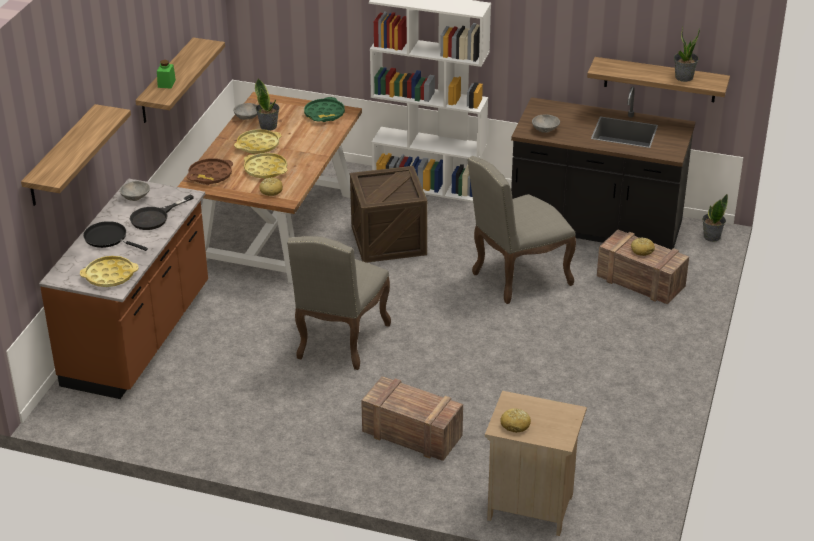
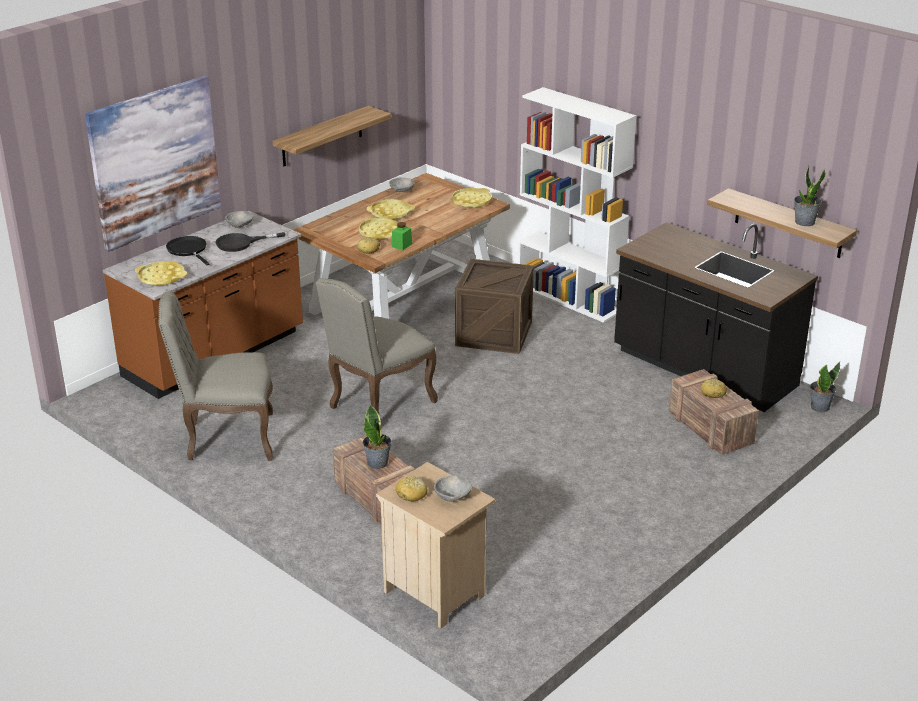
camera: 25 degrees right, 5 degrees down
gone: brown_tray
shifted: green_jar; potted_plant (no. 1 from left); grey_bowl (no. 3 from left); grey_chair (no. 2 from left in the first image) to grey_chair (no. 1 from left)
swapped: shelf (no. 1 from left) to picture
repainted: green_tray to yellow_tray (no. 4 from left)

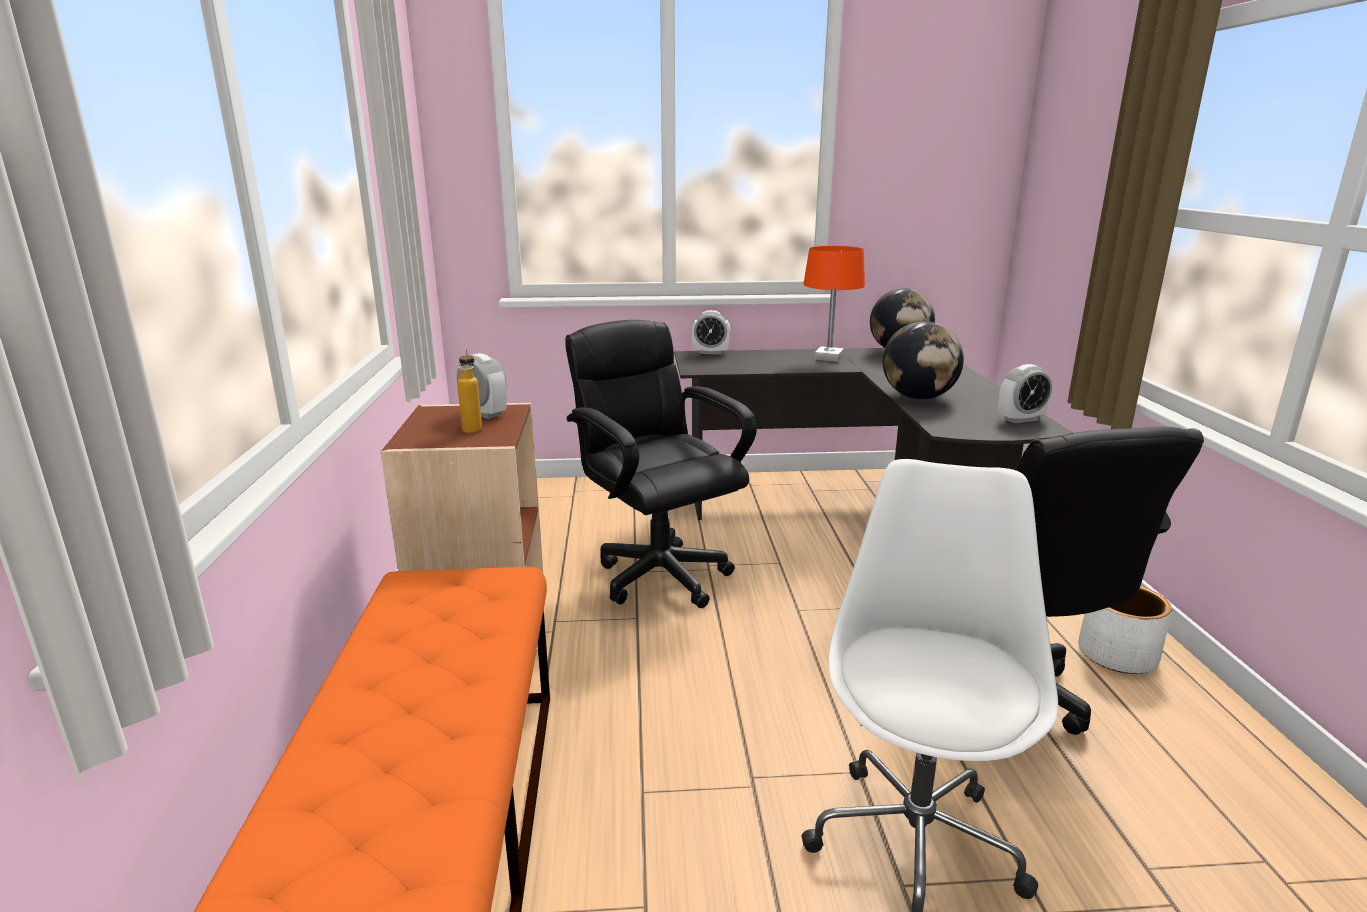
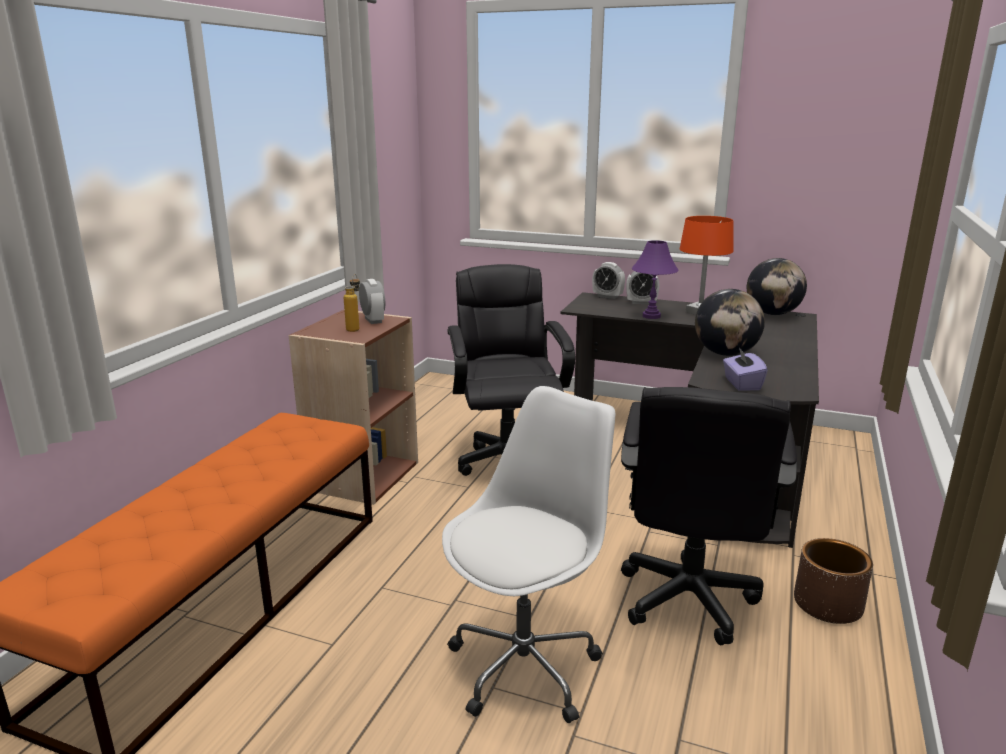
camera: 25 degrees right, 0 degrees up
new: purple_table_lamp; purple_tissue_box
shifted: alarm_clock (no. 3 from left)
repainted: white_planter to brown_planter

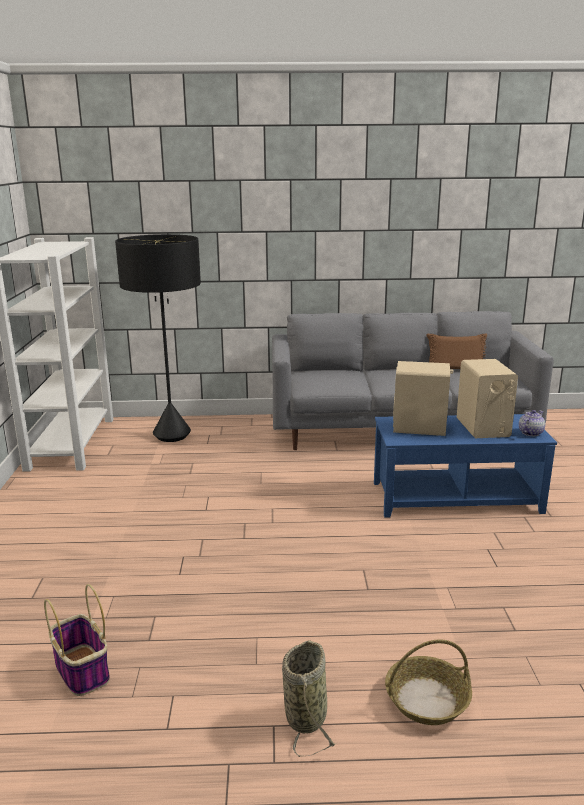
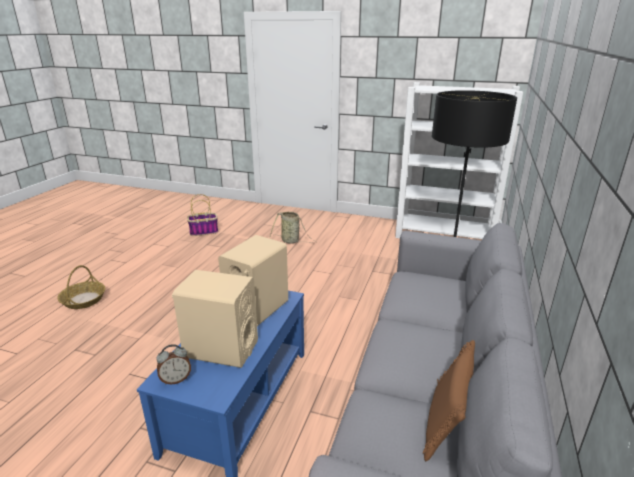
camera: 110 degrees right, 5 degrees up
shifted: basket (no. 2 from left in the first image) to basket (no. 3 from left)
swapped: teapot to alarm_clock

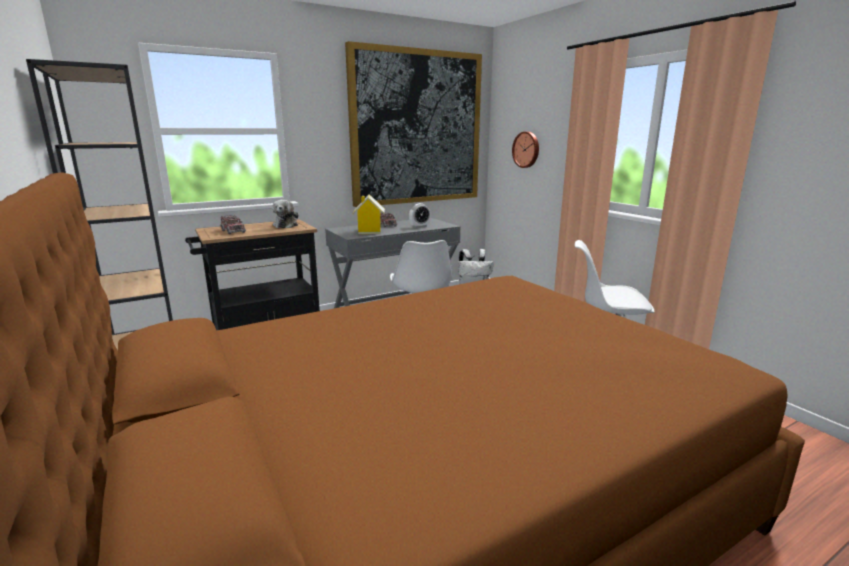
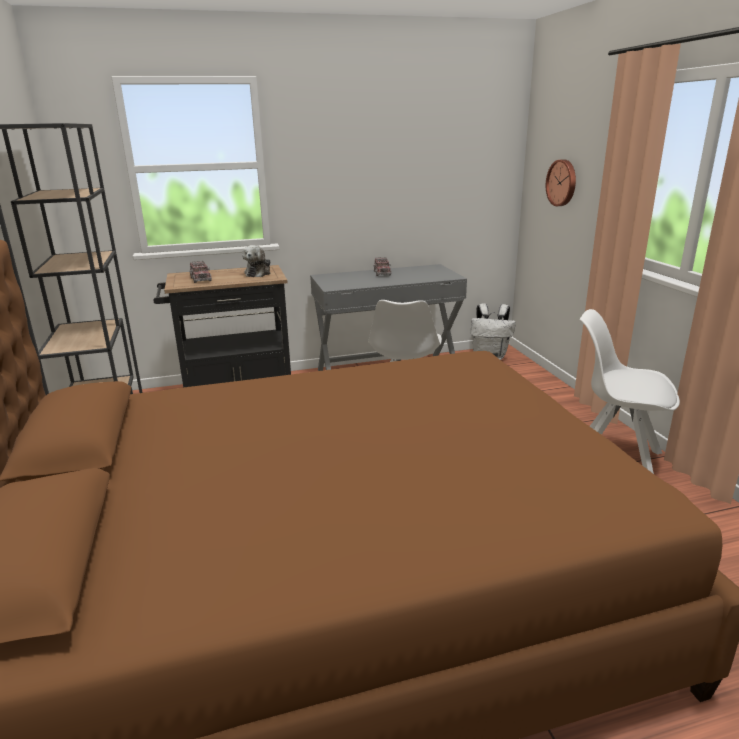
camera: 15 degrees right, 5 degrees up
gone: picture; toy_house; alarm_clock

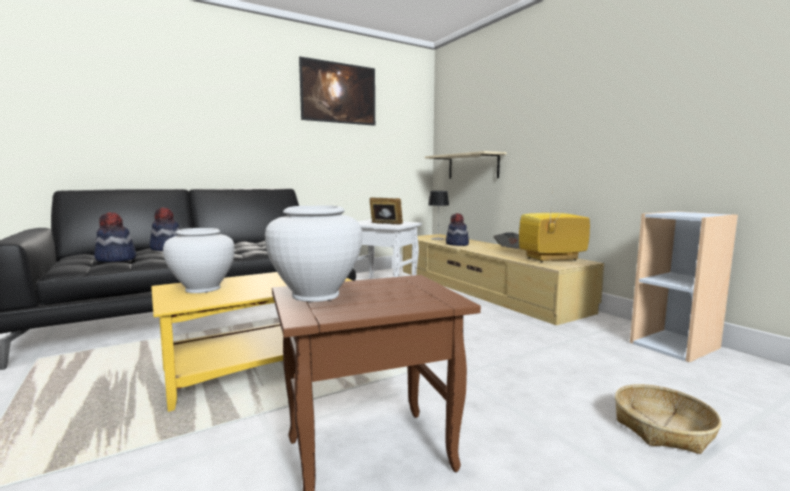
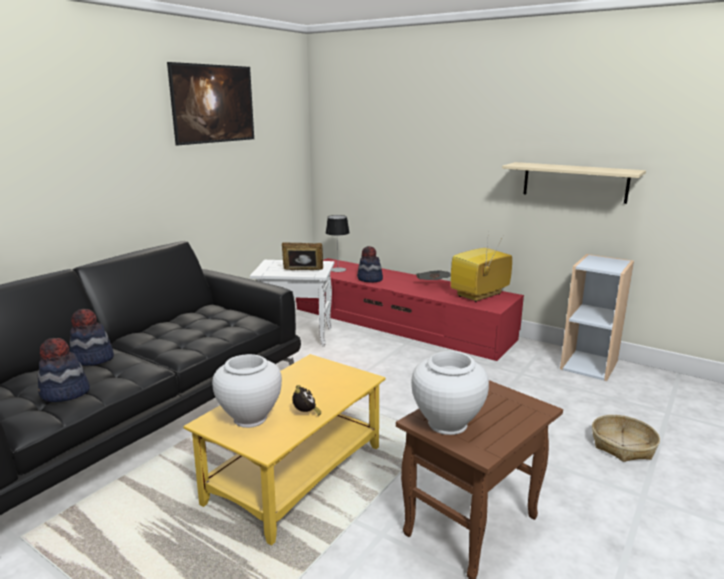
camera: 25 degrees left, 10 degrees up
new: alarm_clock
shifted: beige_shelf
repainted: beige_tv_stand to red_tv_stand

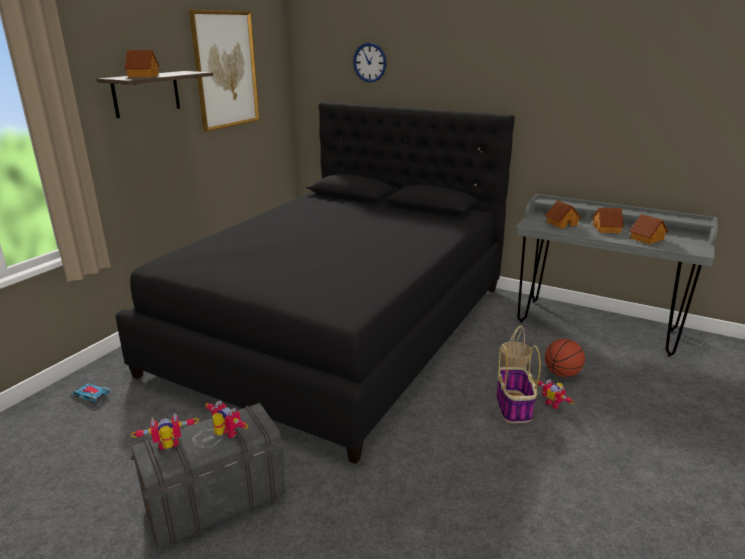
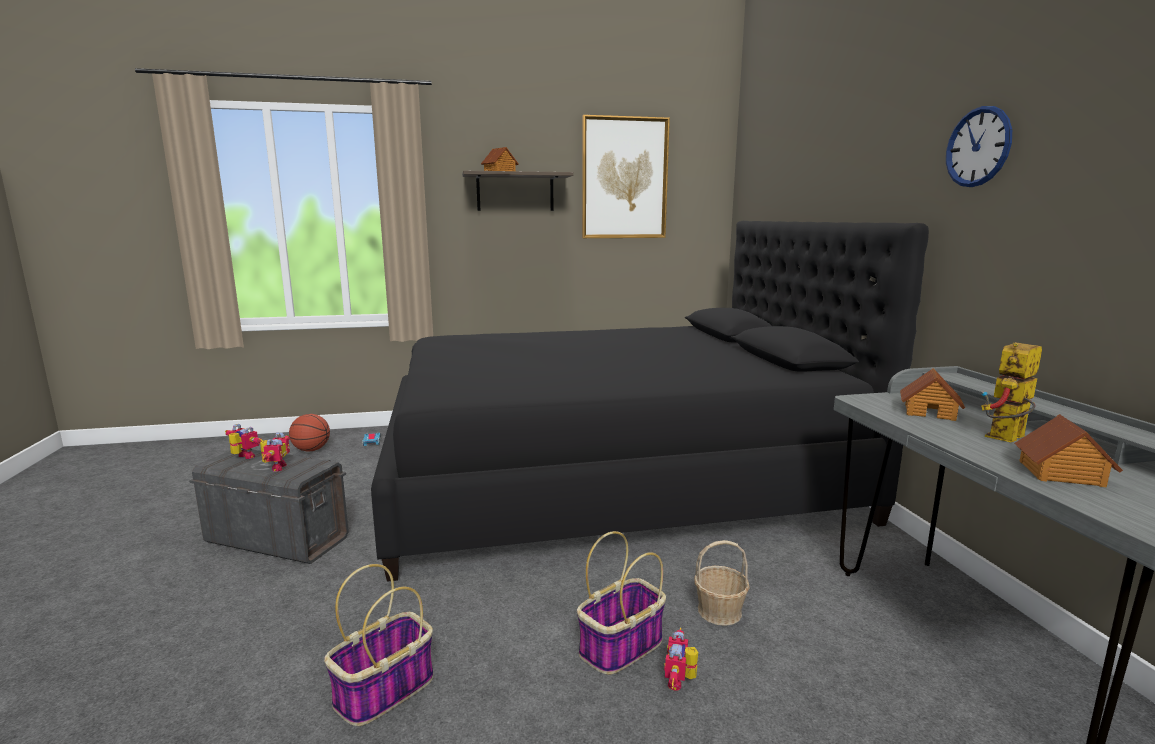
camera: 50 degrees right, 10 degrees down
new: basket (no. 1 from left)
shifted: wall_clock; basketball
swapped: toy_house (no. 3 from left) to toy_robot (no. 4 from left)

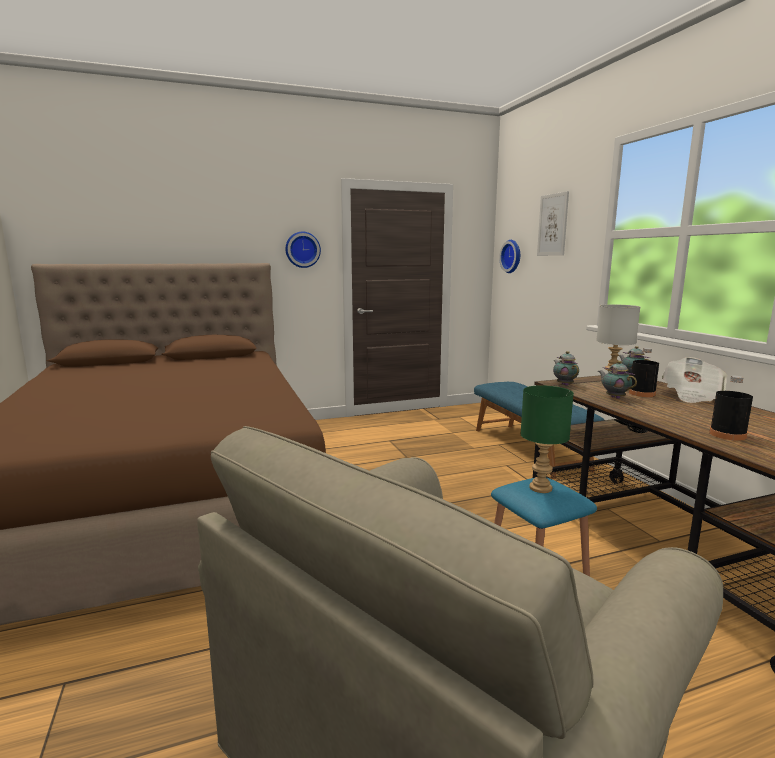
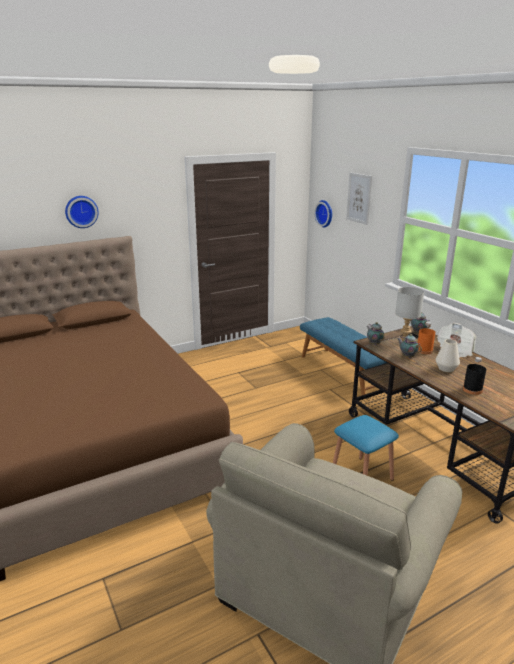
camera: 10 degrees left, 10 degrees up
gone: green_table_lamp
new: white_vase
shifted: wall_clock (no. 1 from left)
repainted: black_bottle (no. 1 from left) to orange_bottle

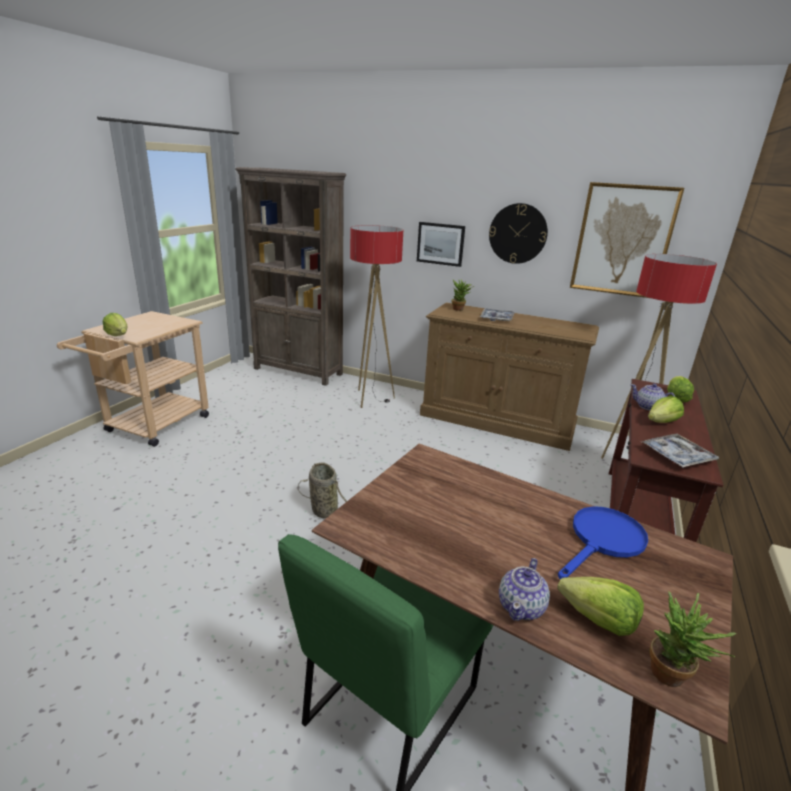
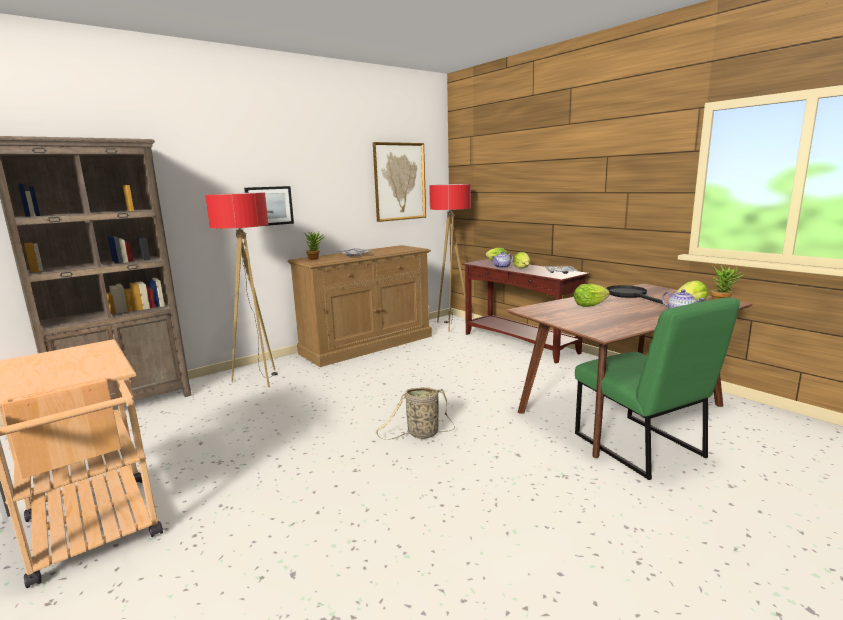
camera: 60 degrees left, 10 degrees down
gone: wall_clock
shifted: lettuce (no. 1 from left in the first image) to lettuce (no. 3 from left)
repainted: blue_frying_pan to black_frying_pan

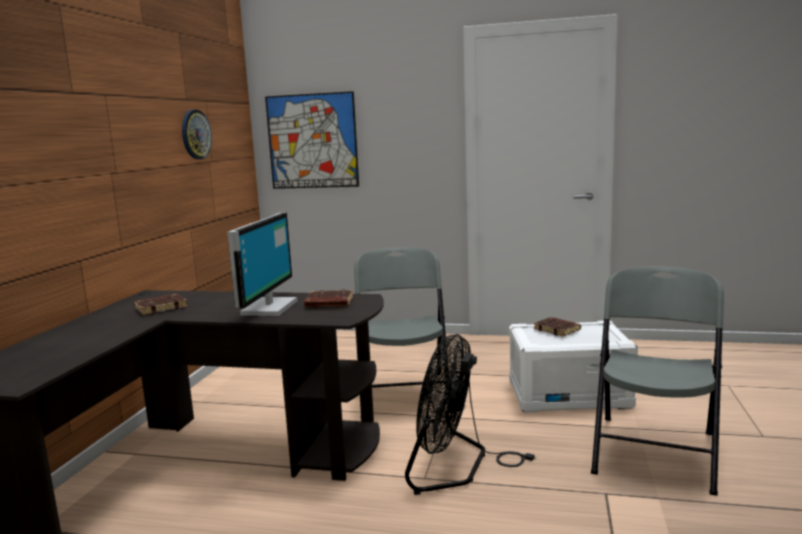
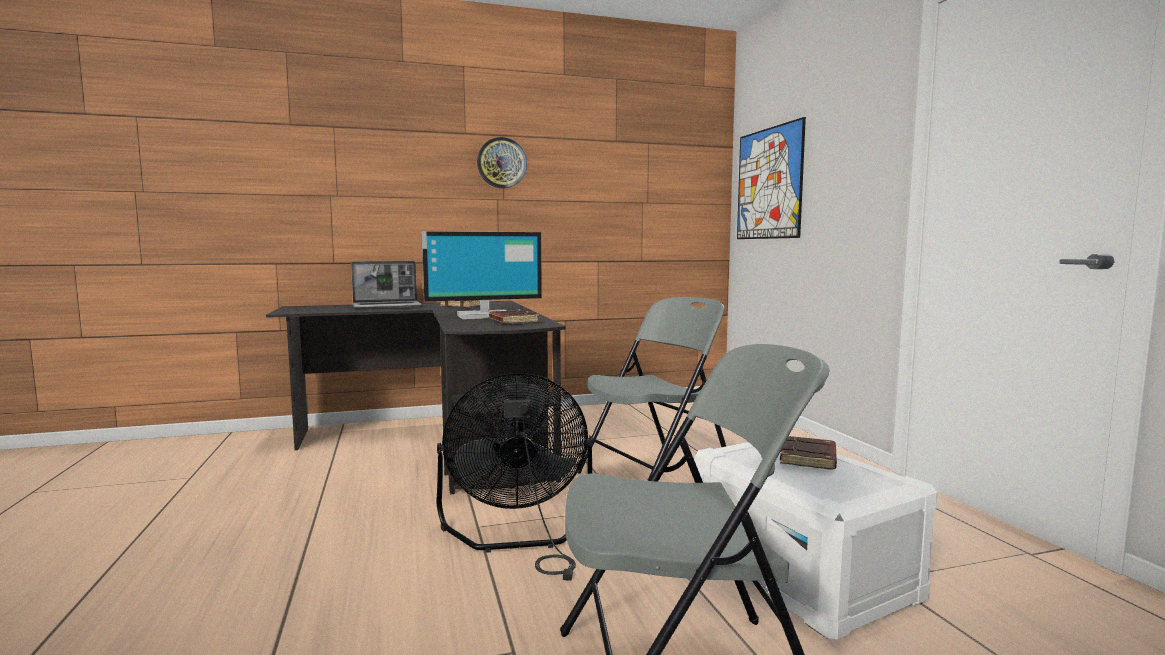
camera: 60 degrees right, 5 degrees down
new: laptop
shifted: wall_clock

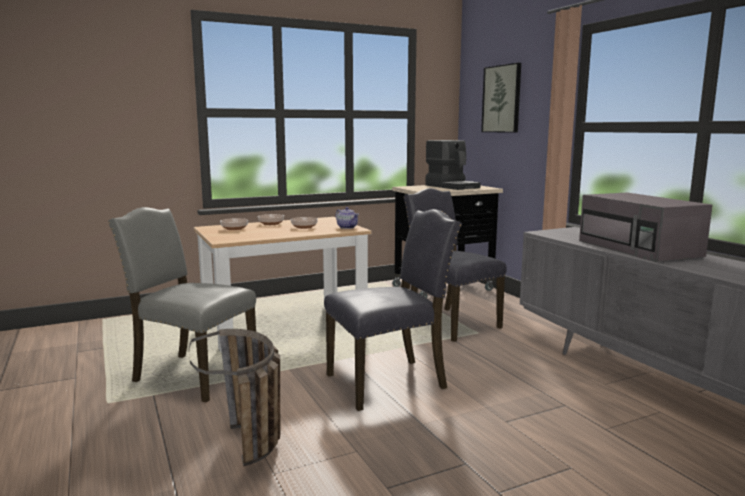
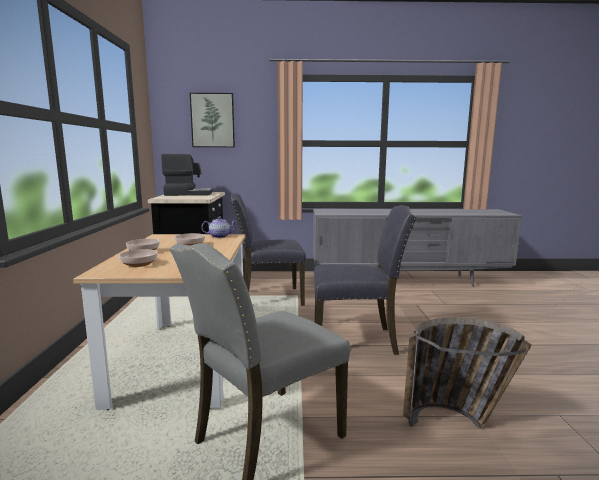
camera: 65 degrees left, 0 degrees up
gone: grey_microwave
rotated: grey_chair (no. 2 from left in the first image) 90 degrees clockwise

